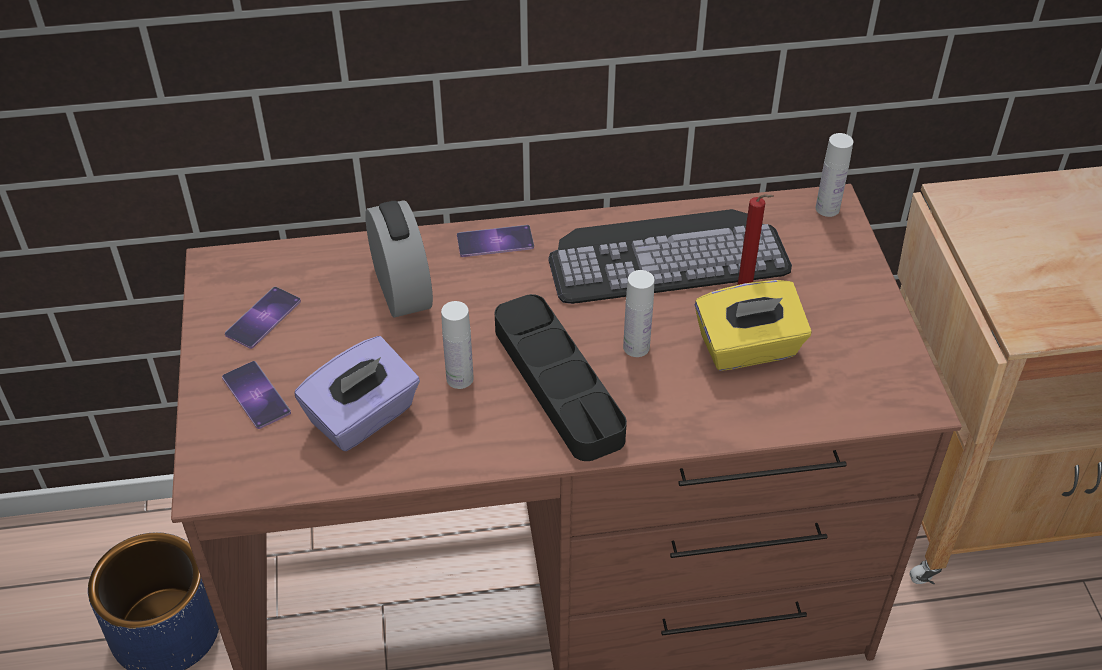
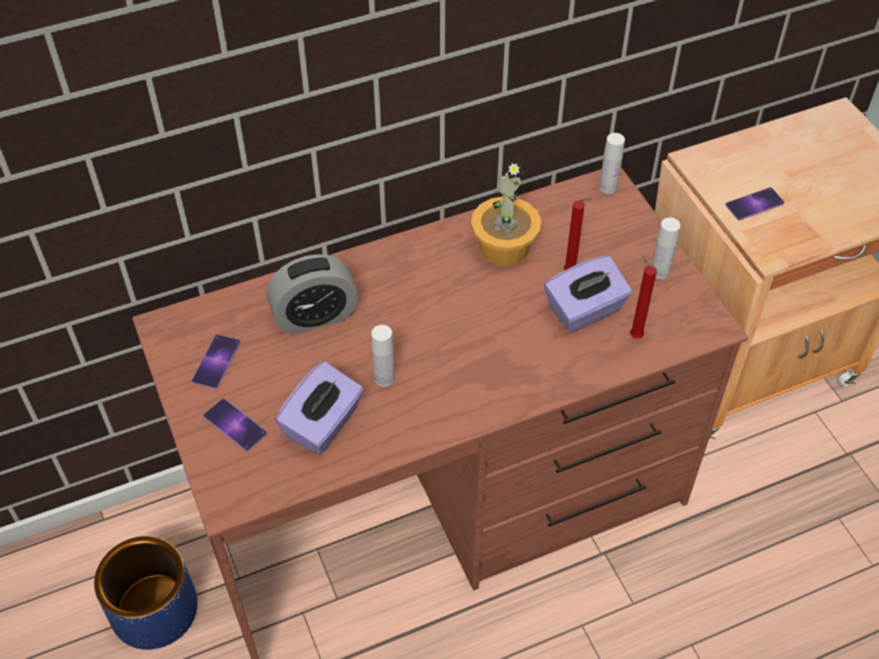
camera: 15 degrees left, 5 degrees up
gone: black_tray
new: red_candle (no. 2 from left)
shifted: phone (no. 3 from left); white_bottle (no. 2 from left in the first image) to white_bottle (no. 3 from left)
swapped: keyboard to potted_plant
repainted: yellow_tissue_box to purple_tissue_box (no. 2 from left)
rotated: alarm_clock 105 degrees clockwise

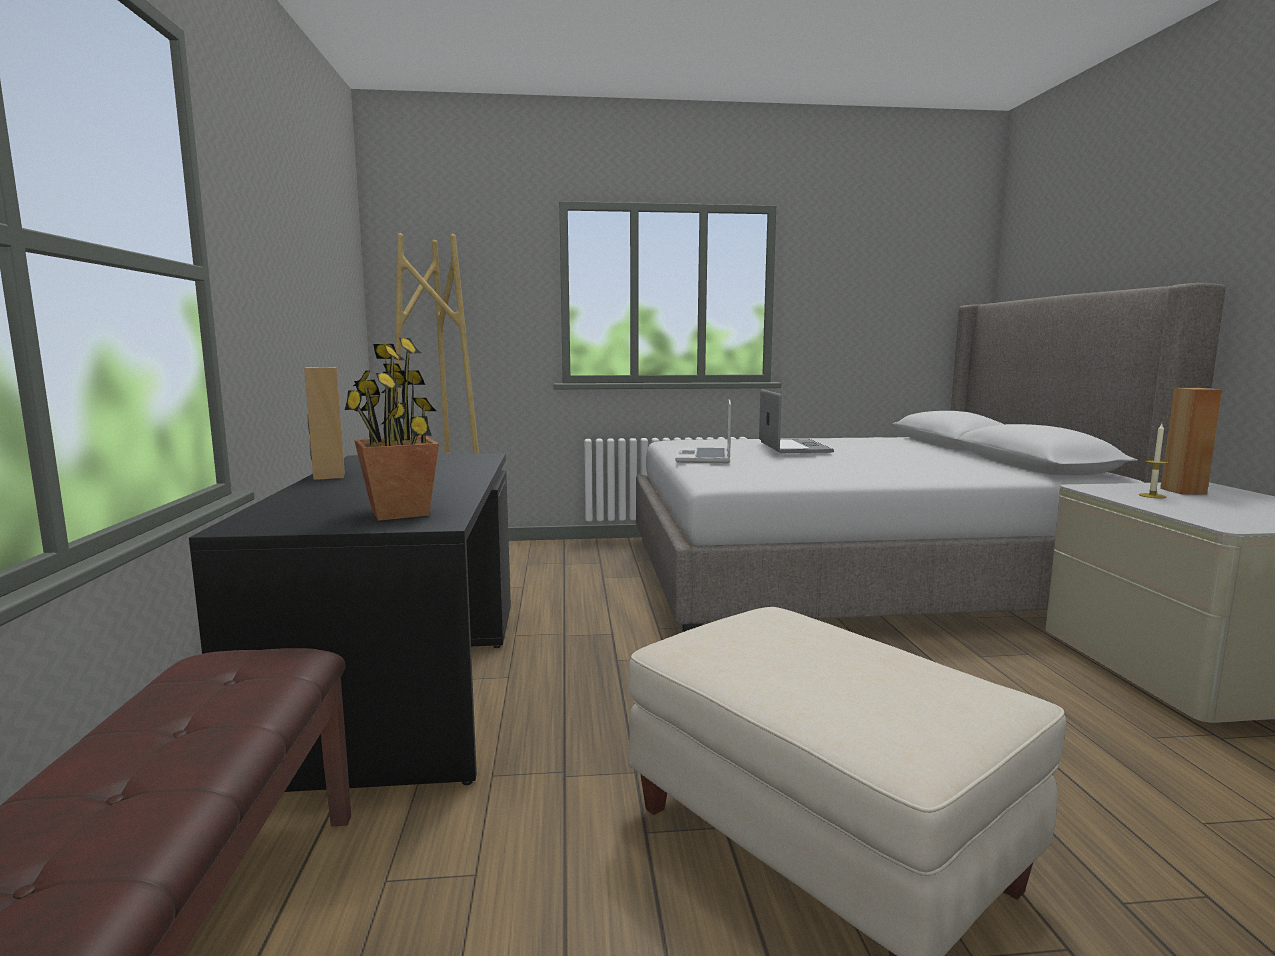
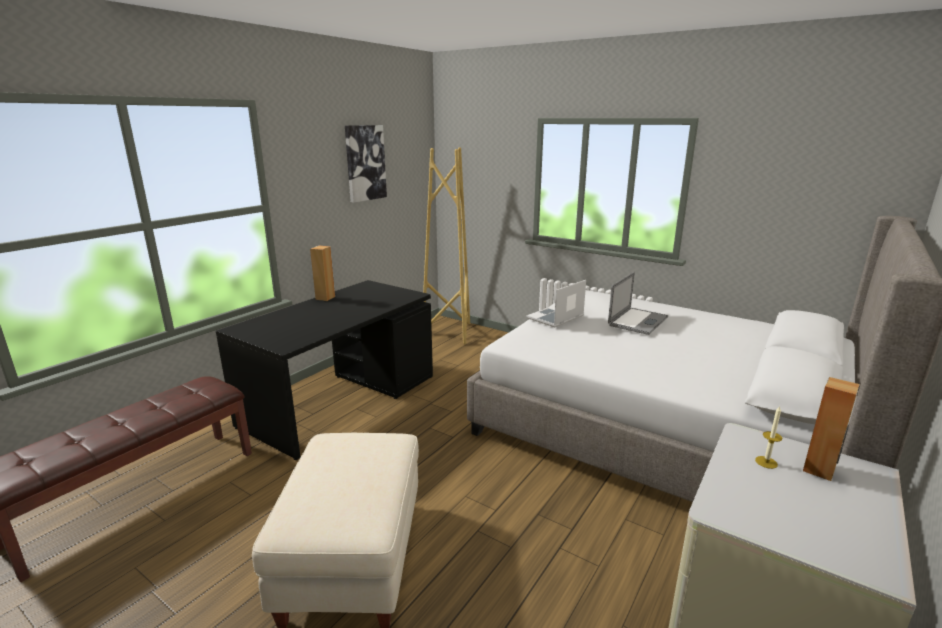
camera: 40 degrees right, 10 degrees up
gone: potted_plant
new: picture

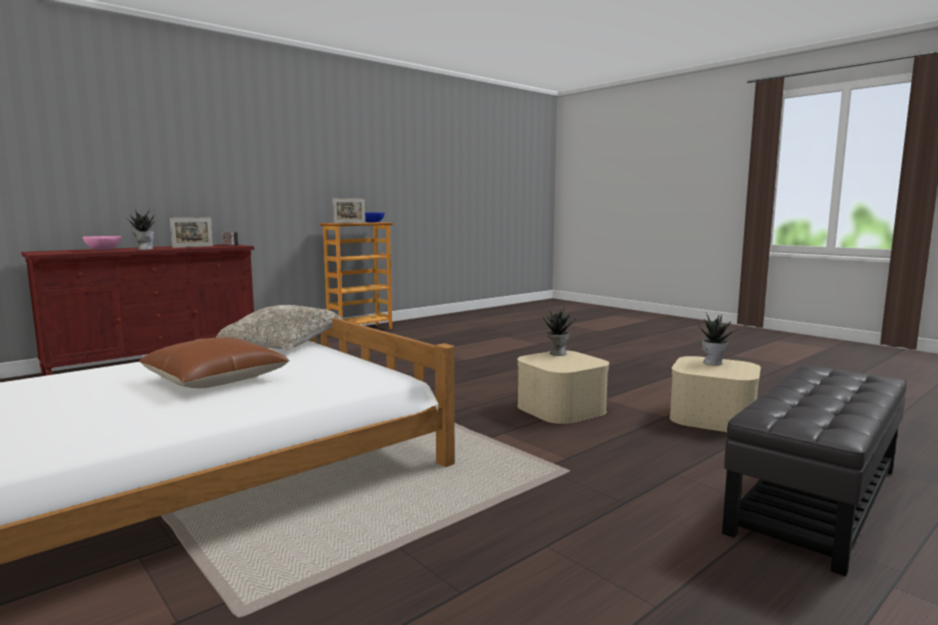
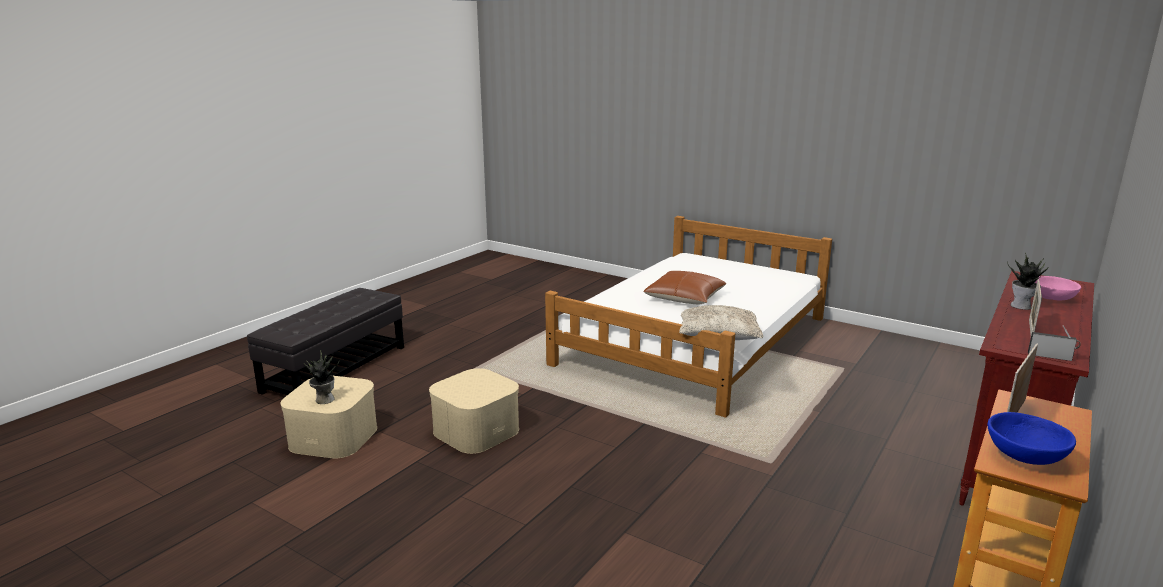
camera: 165 degrees right, 10 degrees up
gone: potted_plant (no. 2 from left)

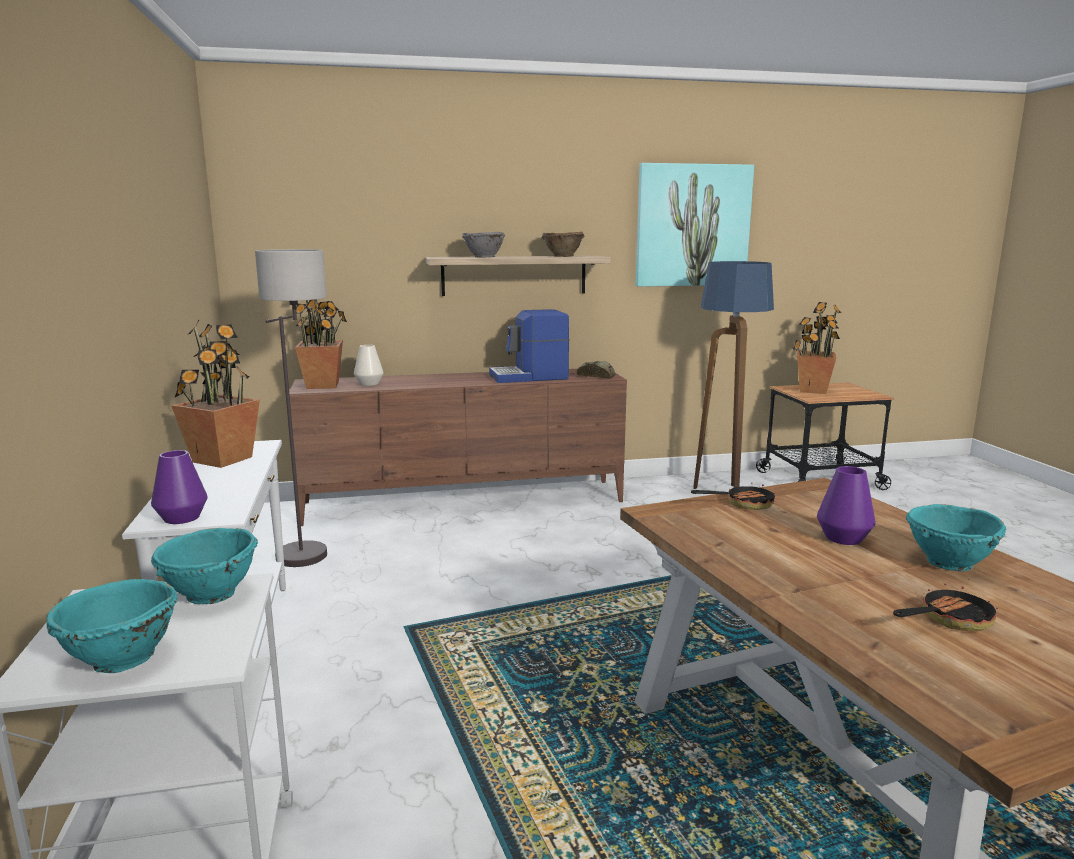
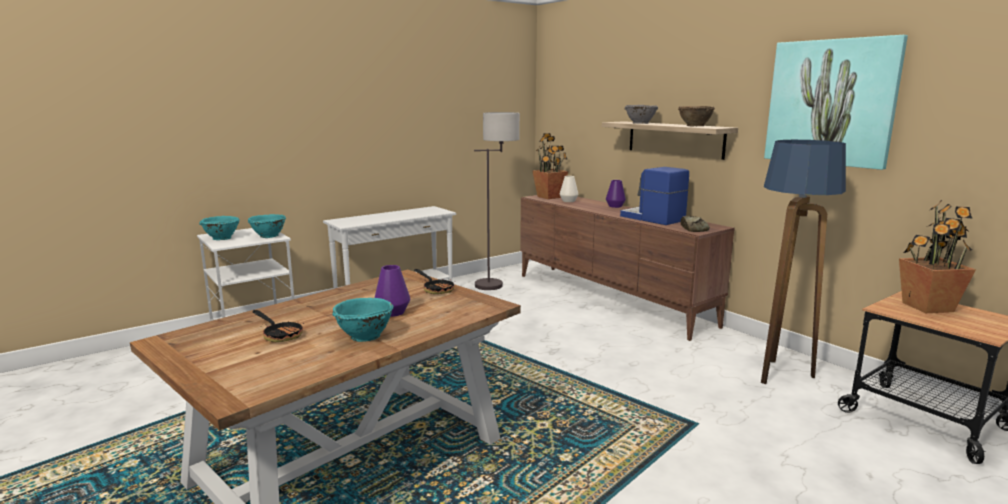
camera: 65 degrees right, 0 degrees up
gone: potted_plant (no. 1 from left)
shifted: purple_vase (no. 1 from left in the first image) to purple_vase (no. 2 from left)

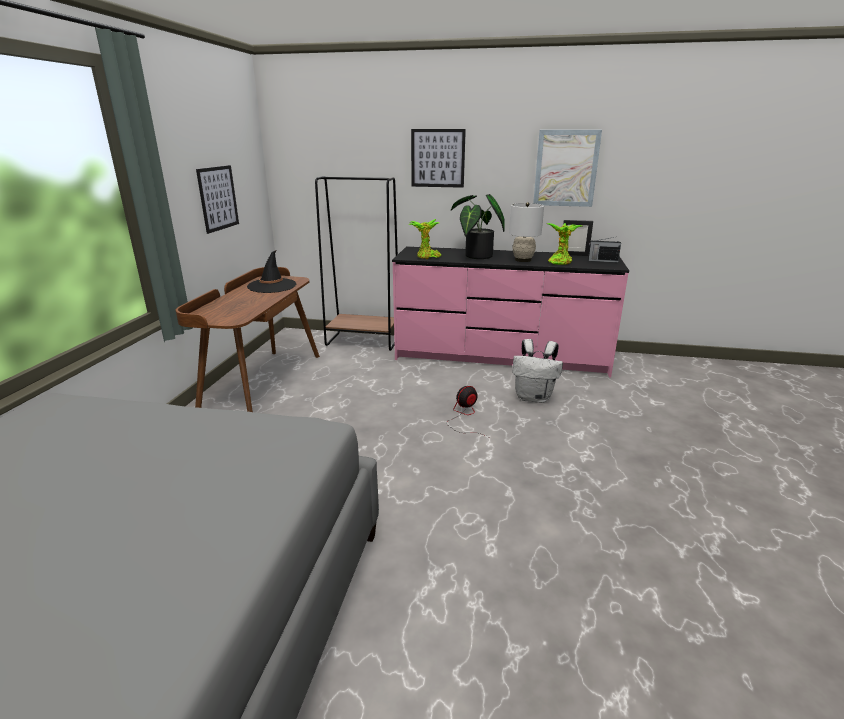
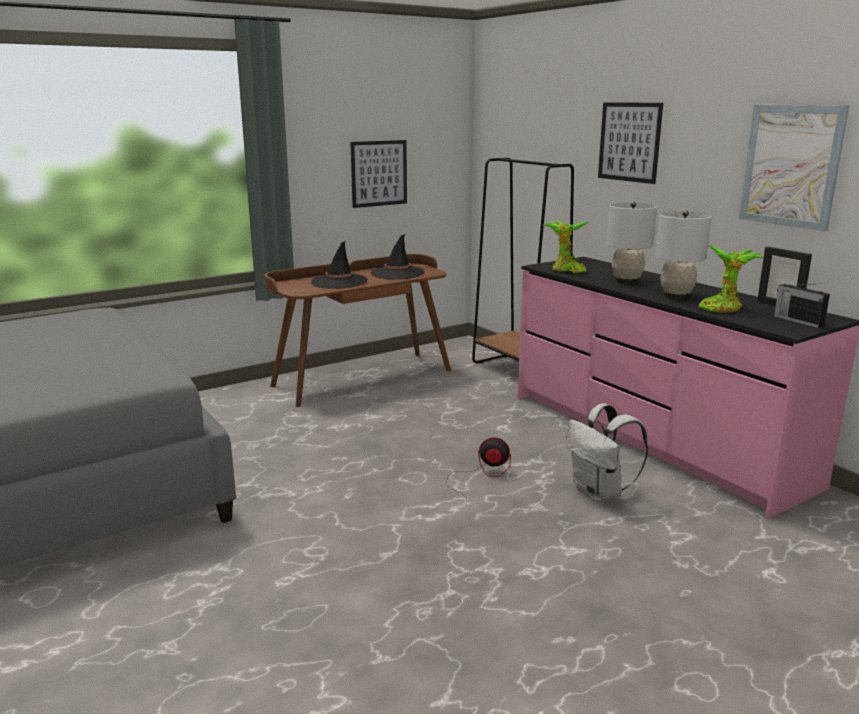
camera: 45 degrees right, 5 degrees down
new: black_hat (no. 1 from left)
swapped: potted_plant (no. 2 from left) to white_table_lamp (no. 1 from left)

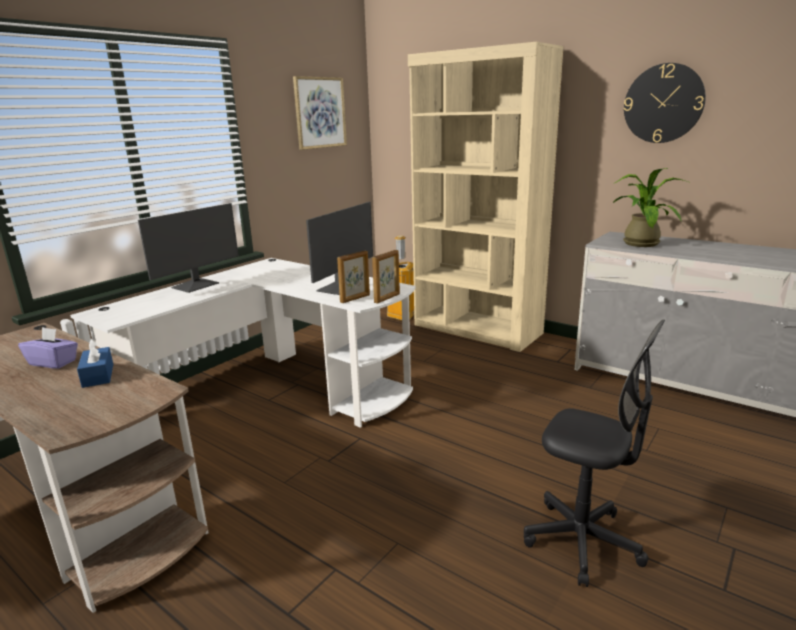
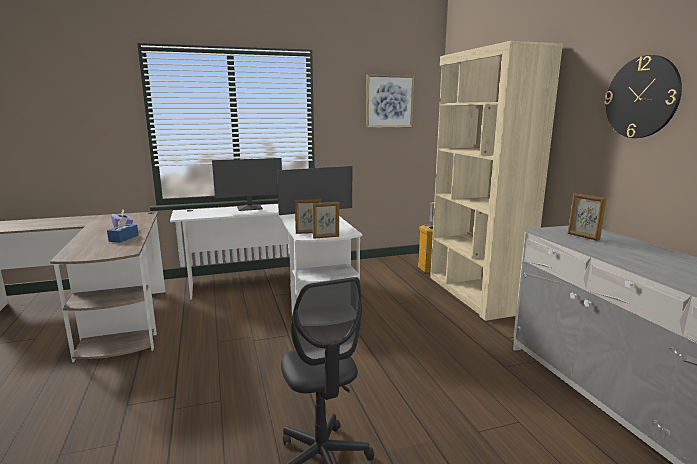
camera: 35 degrees right, 5 degrees down
swapped: potted_plant to picture_frame (no. 3 from left)

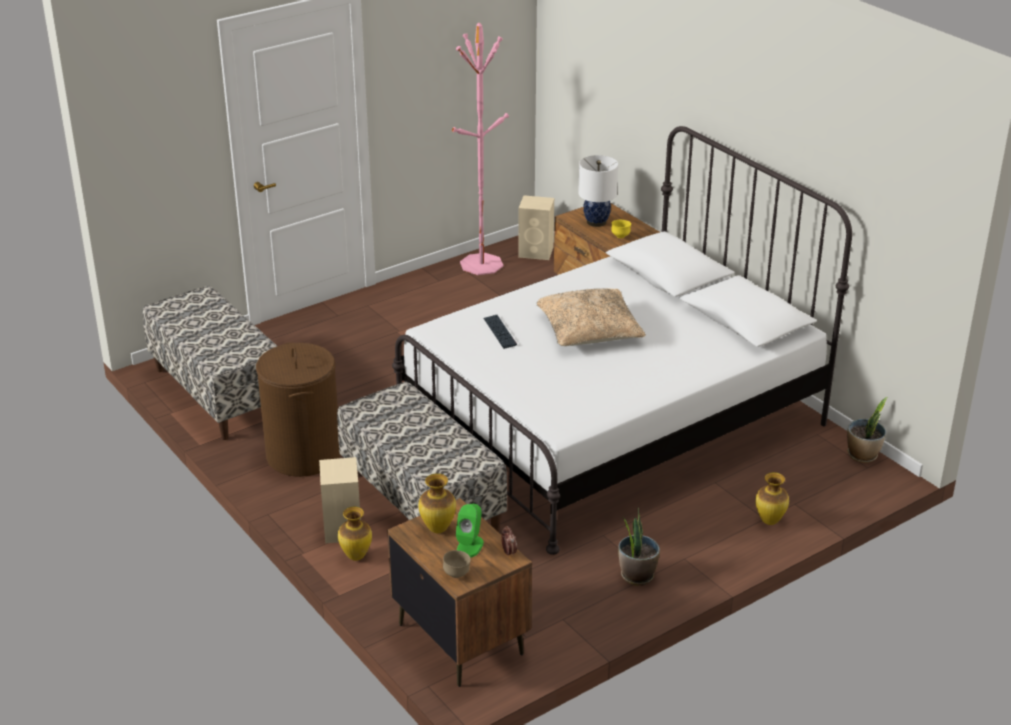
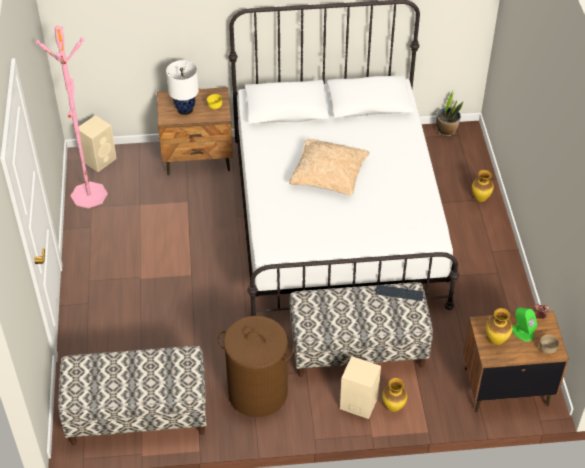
camera: 60 degrees left, 15 degrees up
gone: potted_plant (no. 1 from left)
shifted: keyboard

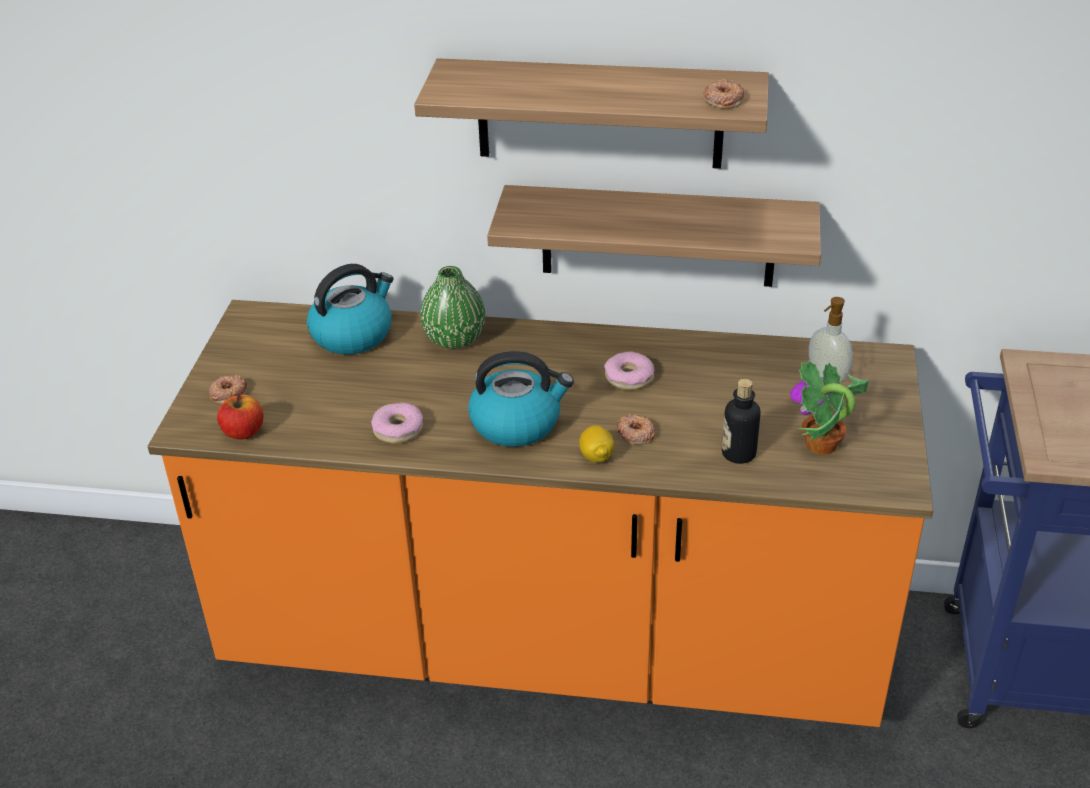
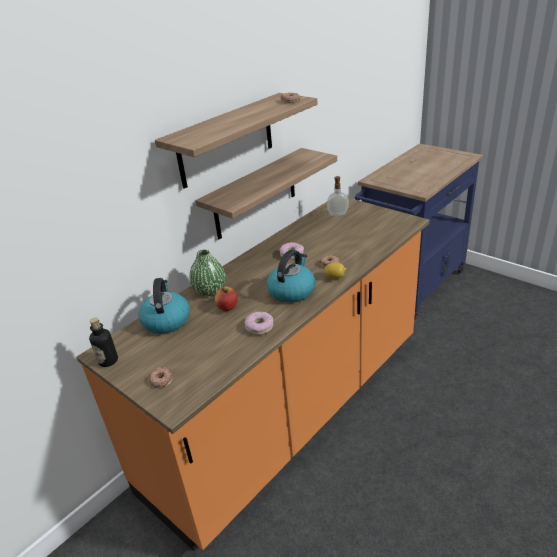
camera: 55 degrees left, 5 degrees down
gone: potted_plant
shifted: bottle; apple

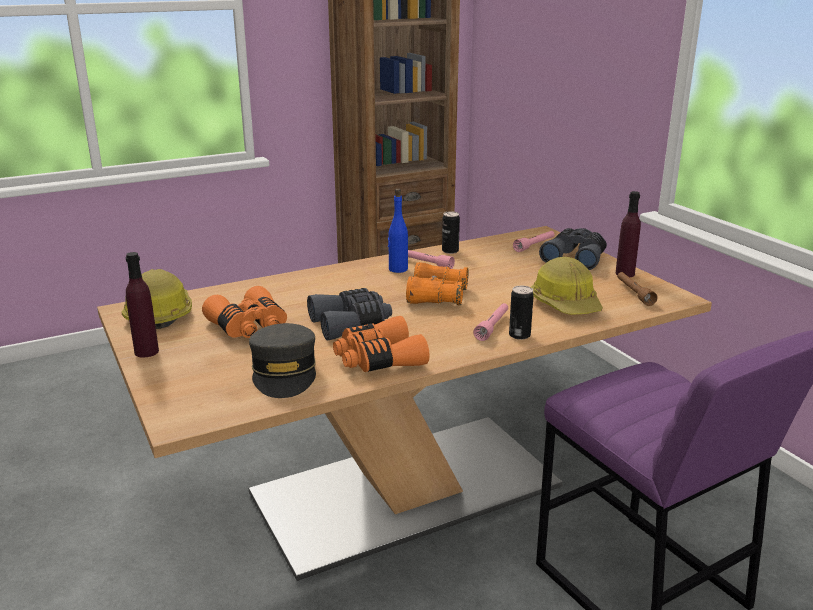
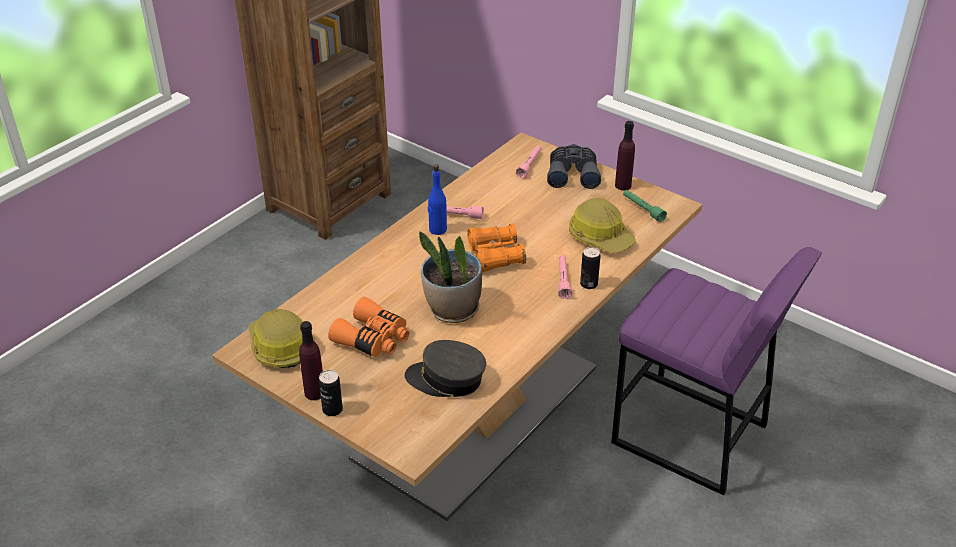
camera: 25 degrees left, 15 degrees up
gone: orange_binoculars (no. 2 from left)
shifted: can (no. 1 from left)
swapped: grey_binoculars (no. 1 from left) to potted_plant
repainted: brown_flashlight to green_flashlight
rotated: grey_cap 135 degrees clockwise

